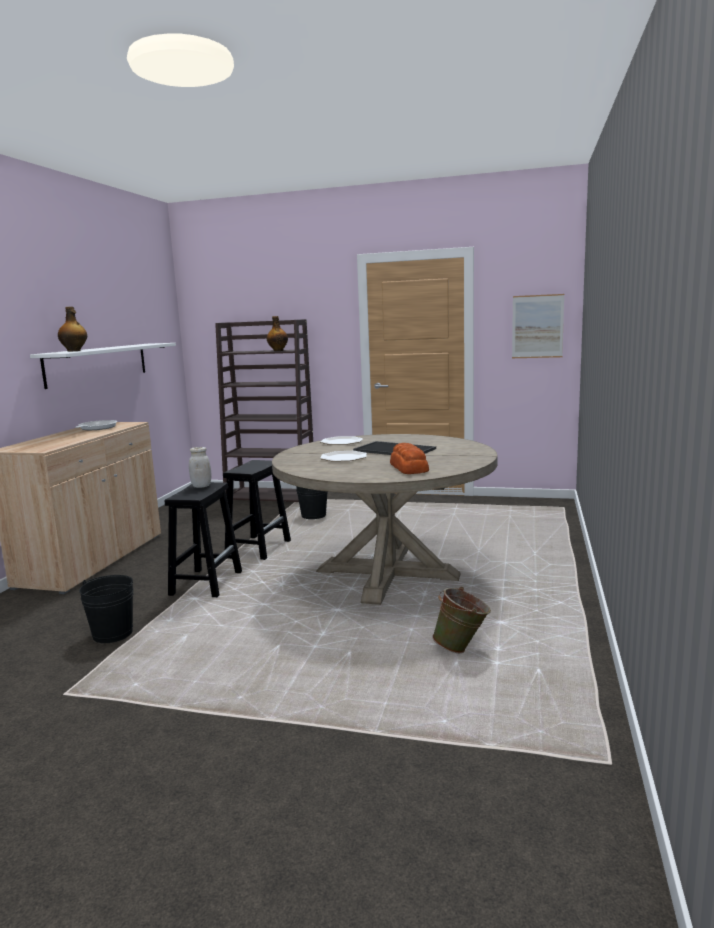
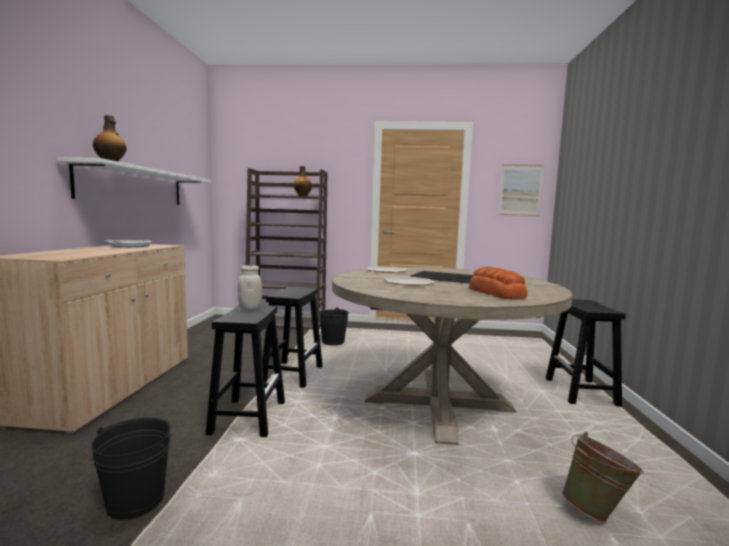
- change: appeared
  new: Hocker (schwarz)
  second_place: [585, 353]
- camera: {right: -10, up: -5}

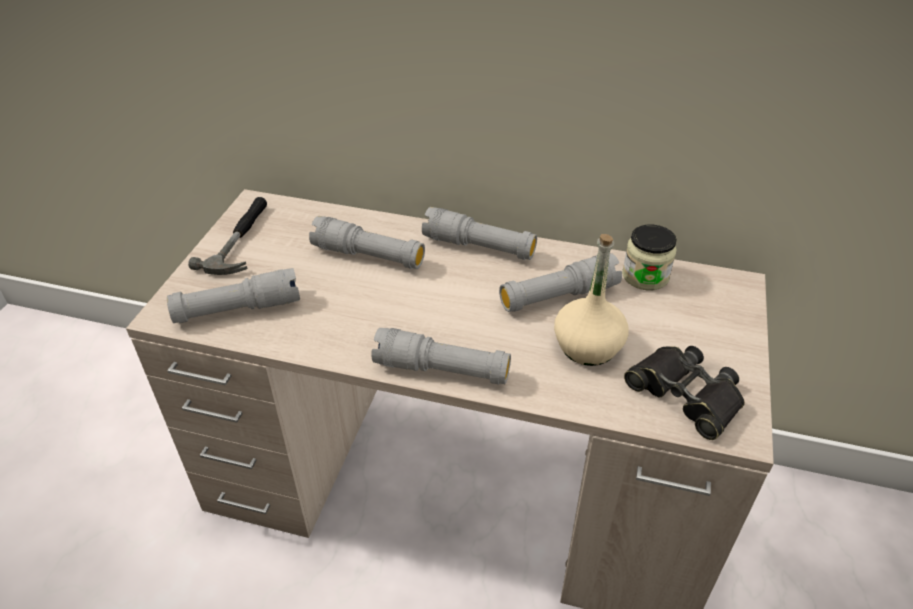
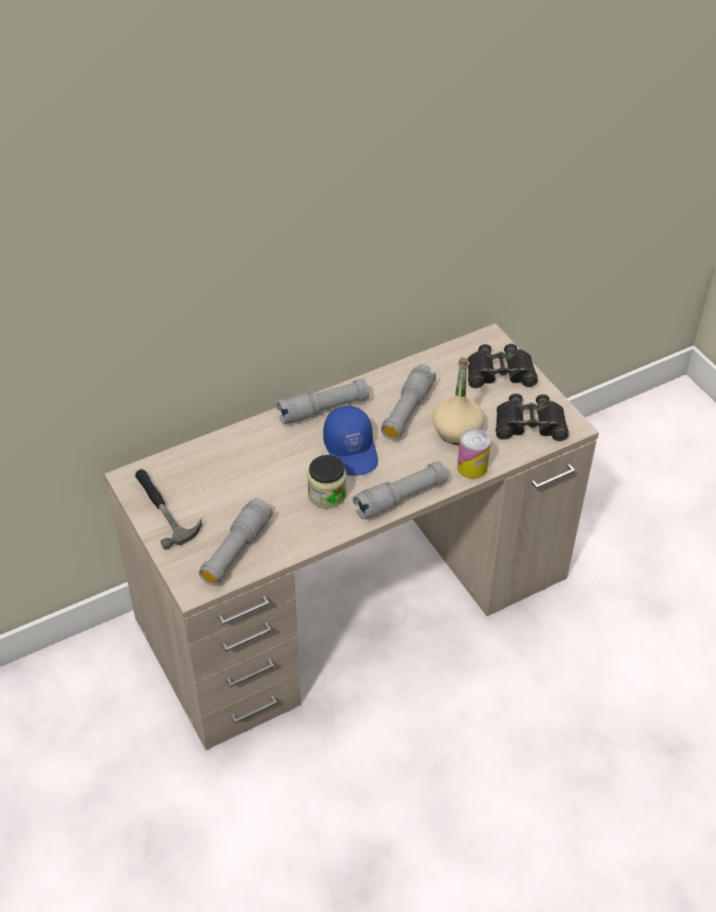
- change: missing
  old: Taschenlampe (grau)
  first_place: [367, 242]
- change: relocated
  old: Vorratsglas
  first_place: [649, 257]
  second_place: [327, 482]
- change: appeared
  new: Fernglas (schwarz)
  second_place: [503, 366]
- change: appeared
  new: Kappe (blau)
  second_place: [350, 441]
- change: appeared
  new: Dose
  second_place: [474, 454]
- camera: {right: -45, up: 5}

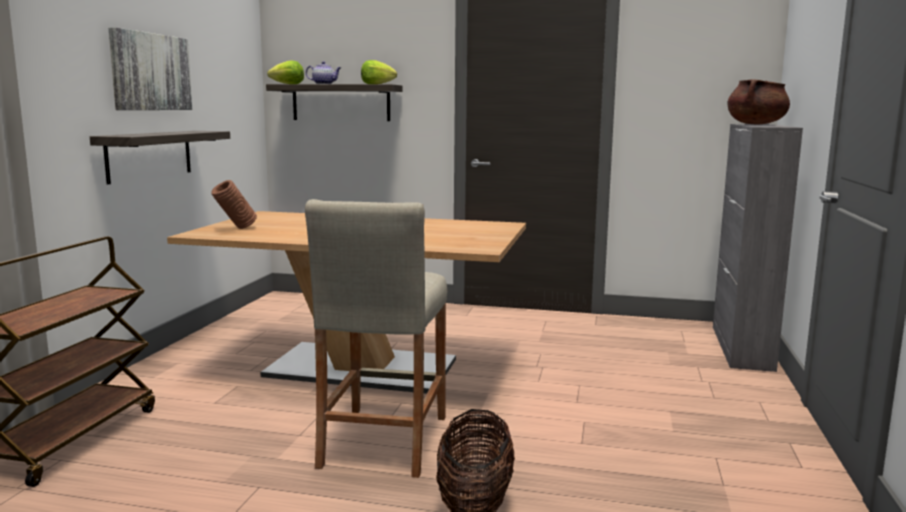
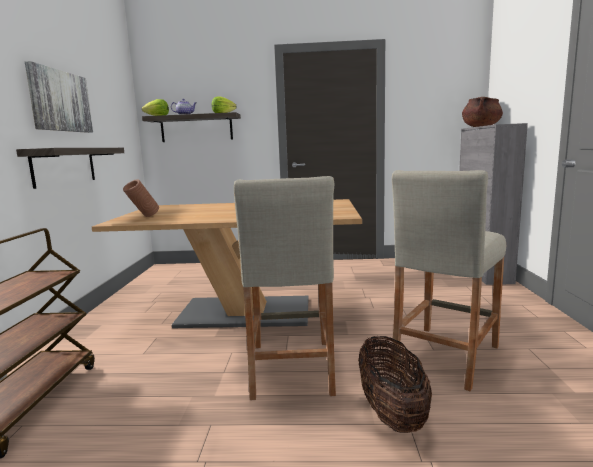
- change: appeared
  new: Hocker (beige)
  second_place: [448, 280]
- camera: {right: -10, up: 0}

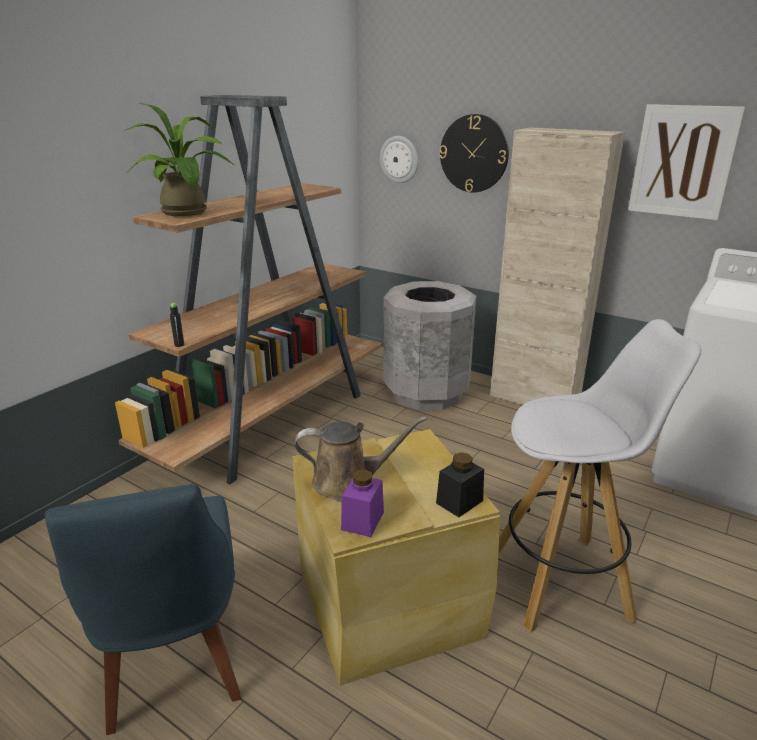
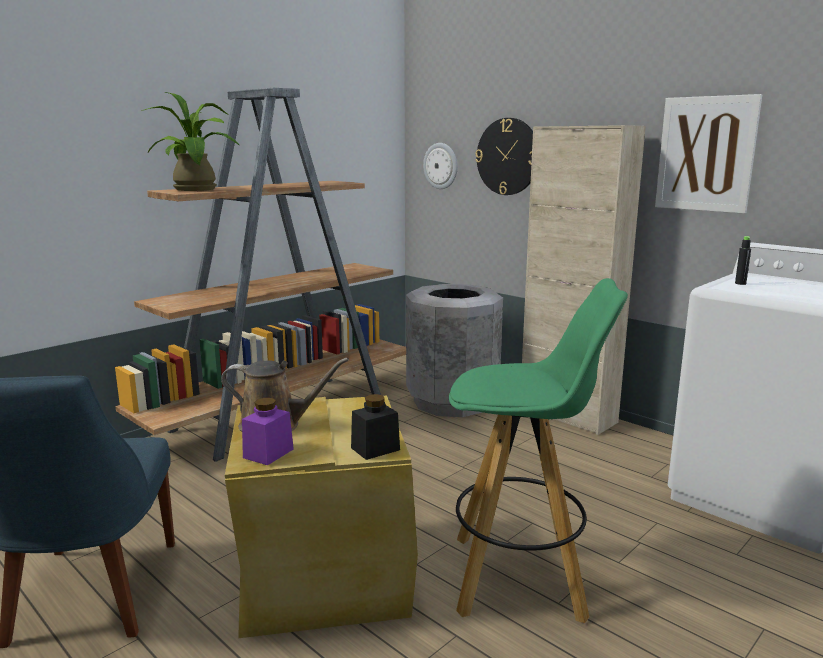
- change: relocated
  old: Flasche (schwarz)
  first_place: [177, 325]
  second_place: [743, 260]
- change: colour
  old: Hocker (weiß)
  new: Hocker (grün)
  first_place: [600, 475]
  second_place: [538, 450]
- camera: {right: 10, up: -10}

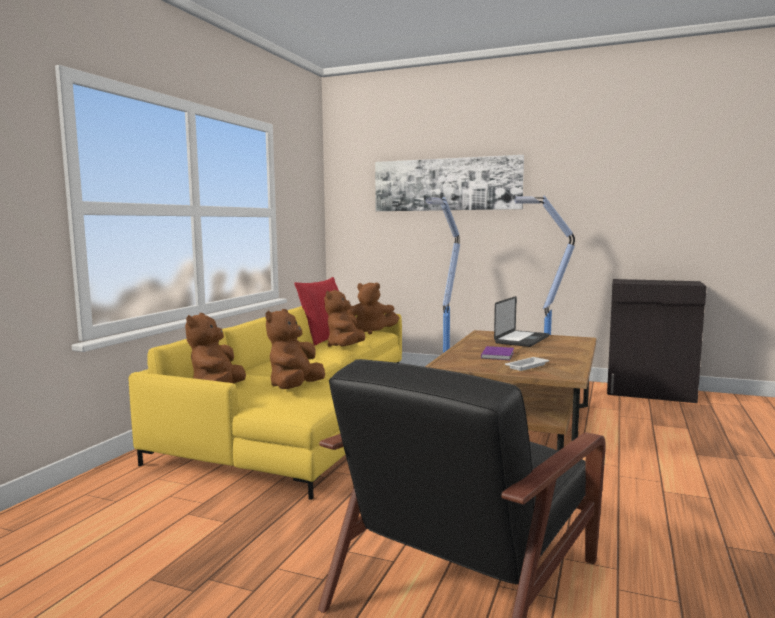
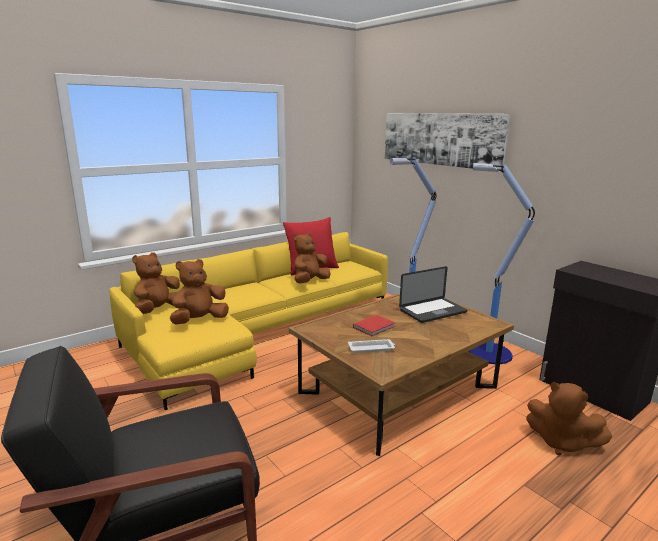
- change: relocated
  old: Plüschtier (braun)
  first_place: [373, 308]
  second_place: [569, 418]
- change: colour
  old: Buch (lila)
  new: Buch (rot)
  first_place: [497, 353]
  second_place: [374, 325]
- camera: {right: 30, up: 10}

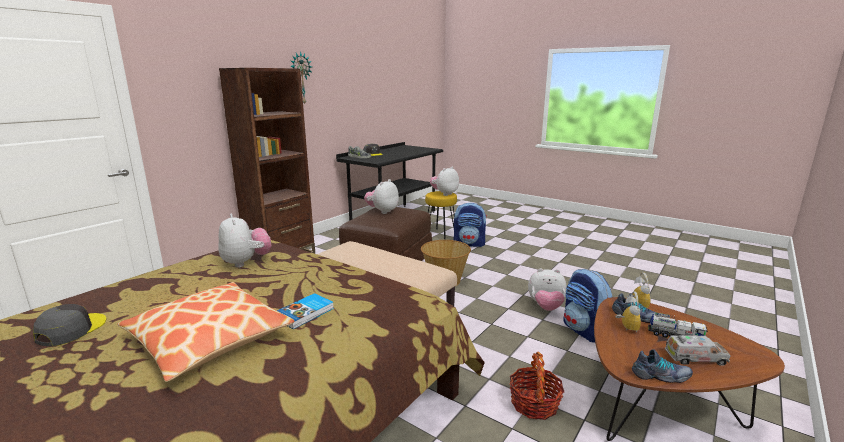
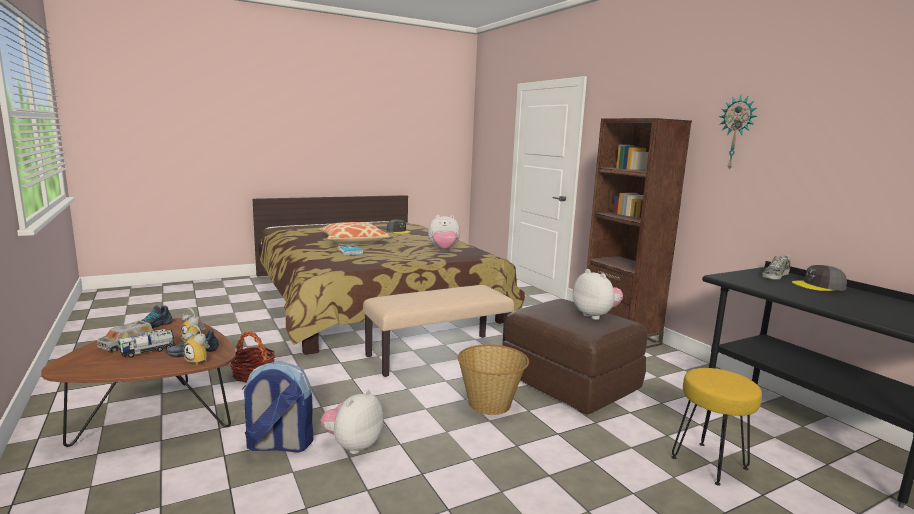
- change: missing
  old: Plüschtier
  first_place: [444, 181]
- change: missing
  old: Rucksack
  first_place: [470, 225]
- camera: {right: 115, up: -5}

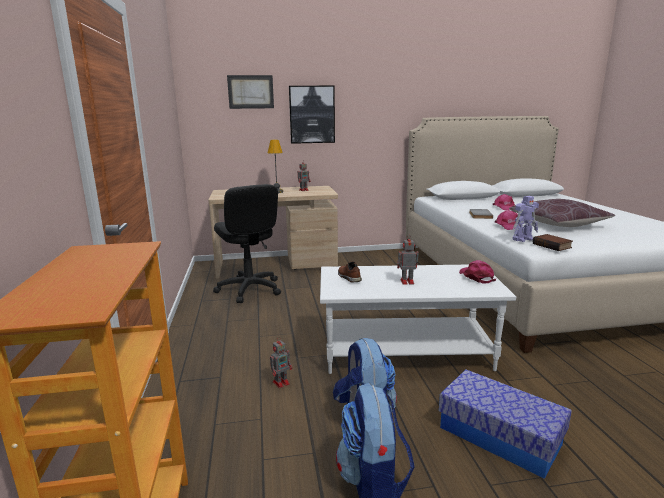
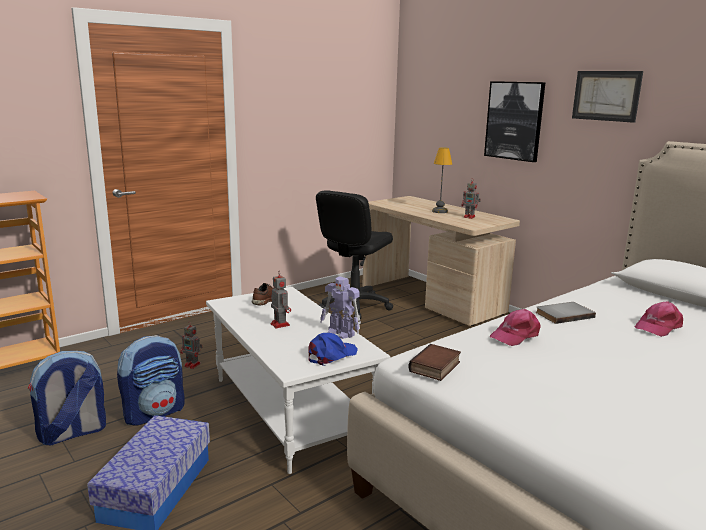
- change: relocated
  old: Bild
  first_place: [250, 92]
  second_place: [607, 97]
- change: relocated
  old: Spielzeugroboter
  first_place: [525, 219]
  second_place: [340, 307]
- change: missing
  old: Kissen (braun)
  first_place: [562, 213]
- change: colour
  old: Kappe (rosa)
  new: Kappe (blau)
  first_place: [477, 271]
  second_place: [333, 349]
- camera: {right: 60, up: 0}

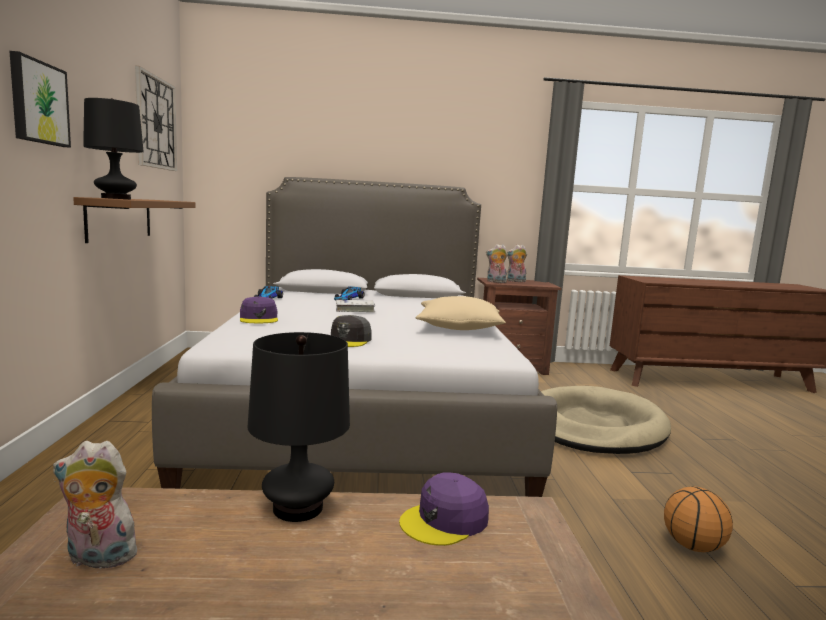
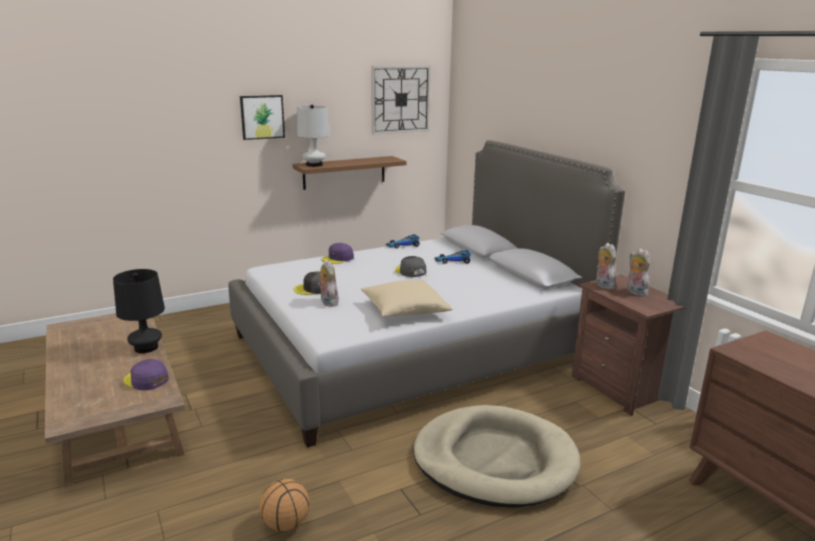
- change: colour
  old: Tischlampe (schwarz)
  new: Tischlampe (weiß)
  first_place: [113, 148]
  second_place: [313, 136]
- change: exchanged
  old: Buch (weiß)
  new: Kappe (grau)
  first_place: [355, 306]
  second_place: [410, 266]
- change: relocated
  old: Plüschtier
  first_place: [99, 505]
  second_place: [328, 283]
- camera: {right: 65, up: 10}

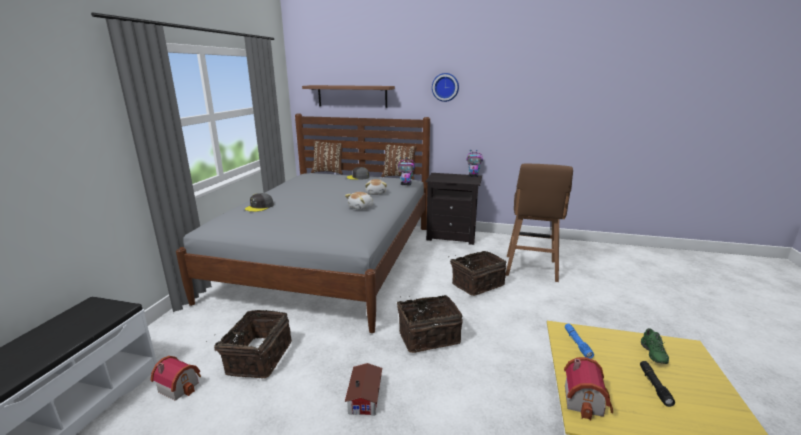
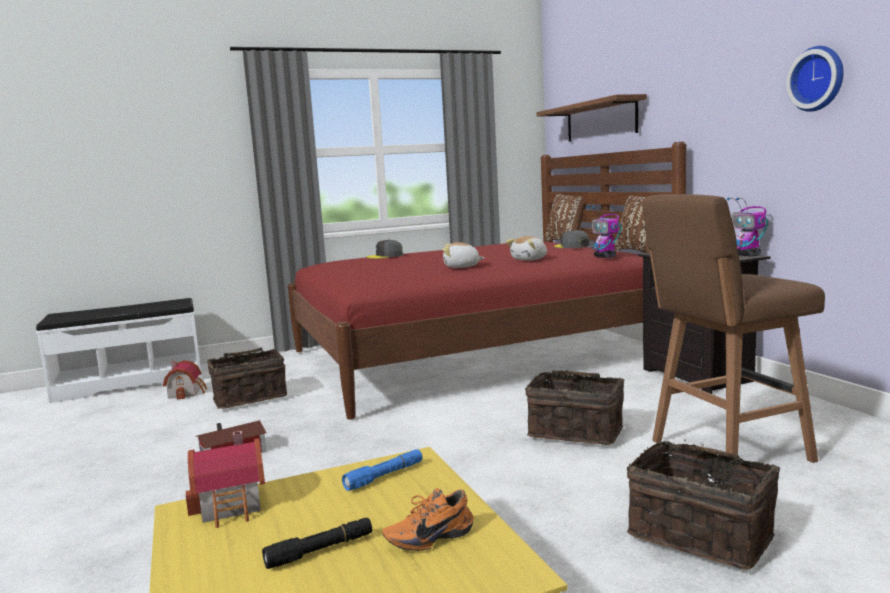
- change: relocated
  old: Wanduhr
  first_place: [445, 87]
  second_place: [814, 79]
- change: colour
  old: Bett (grau)
  new: Bett (rot)
  first_place: [303, 223]
  second_place: [487, 280]
- change: relocated
  old: Korb
  first_place: [430, 324]
  second_place: [703, 505]
- change: colour
  old: Schuh (grün)
  new: Schuh (orange)
  first_place: [655, 346]
  second_place: [428, 519]
- camera: {right: 55, up: -10}

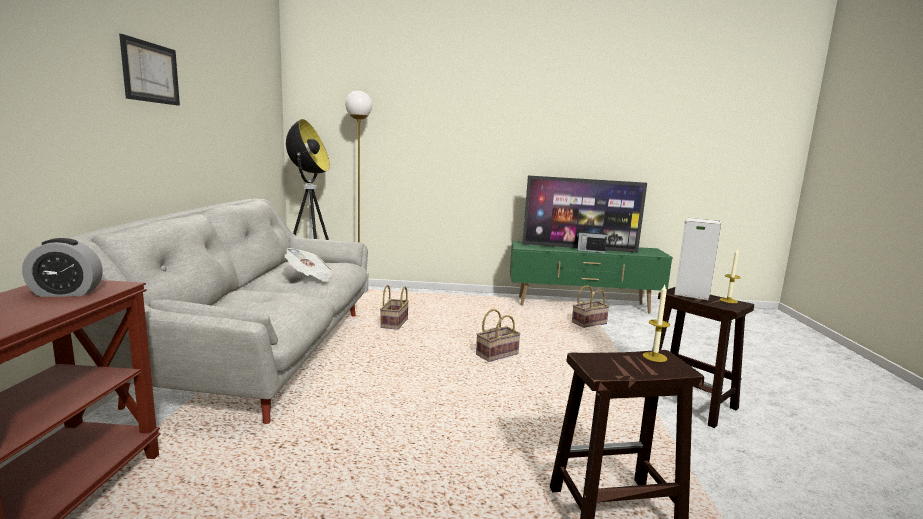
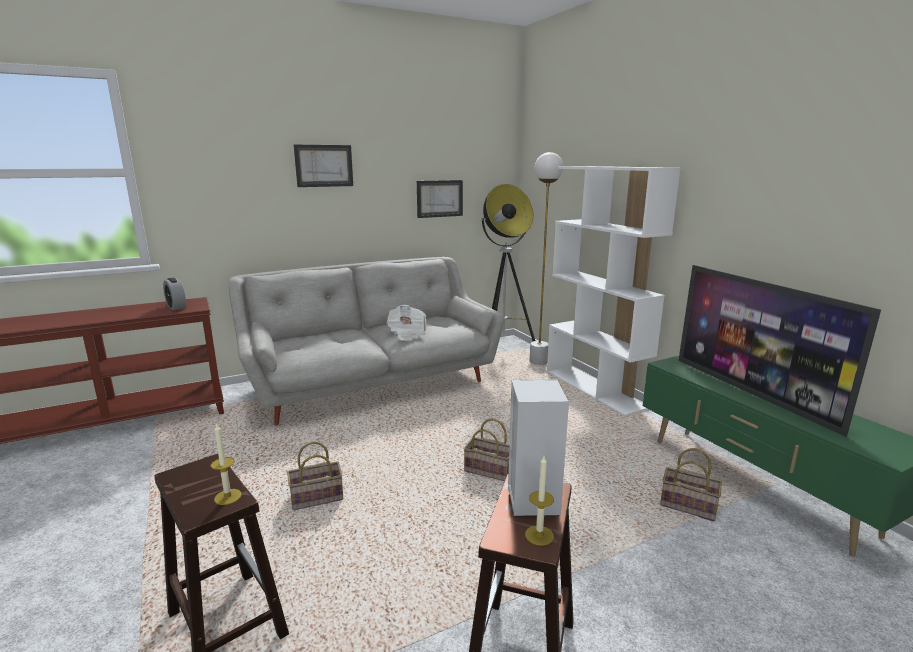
- change: missing
  old: Radio
  first_place: [592, 241]
- change: relocated
  old: Korb
  first_place: [394, 307]
  second_place: [315, 475]
- change: appeared
  new: Bücherregal (weiß)
  second_place: [614, 291]
- change: appeared
  new: Bild
  second_place: [440, 199]
- camera: {right: 60, up: 5}

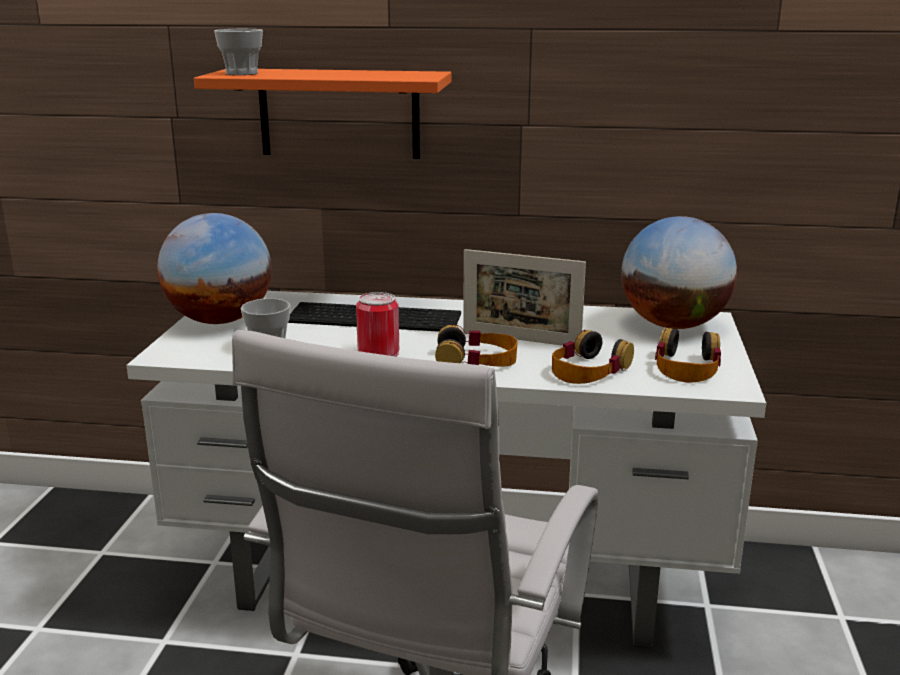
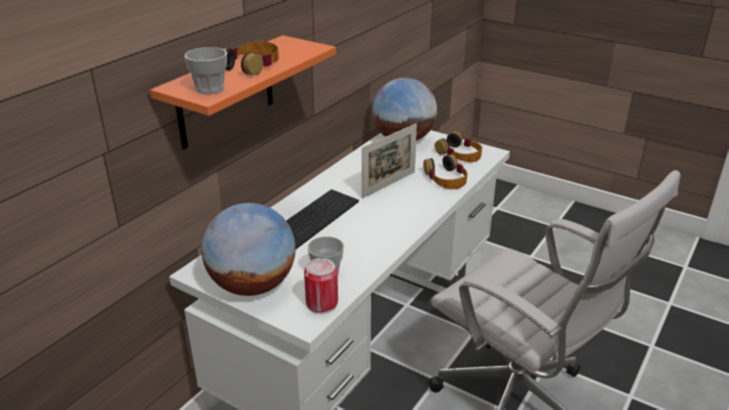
- change: relocated
  old: Dose
  first_place: [377, 324]
  second_place: [321, 286]
- change: relocated
  old: Kopfhörer
  first_place: [476, 345]
  second_place: [250, 58]
- camera: {right: -65, up: 10}

